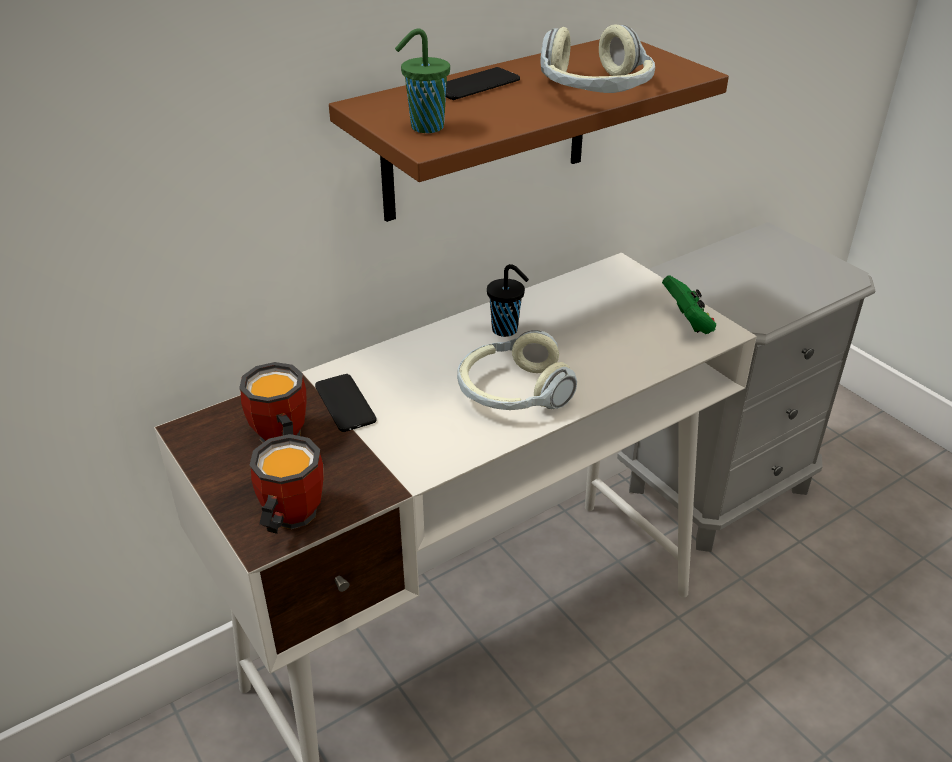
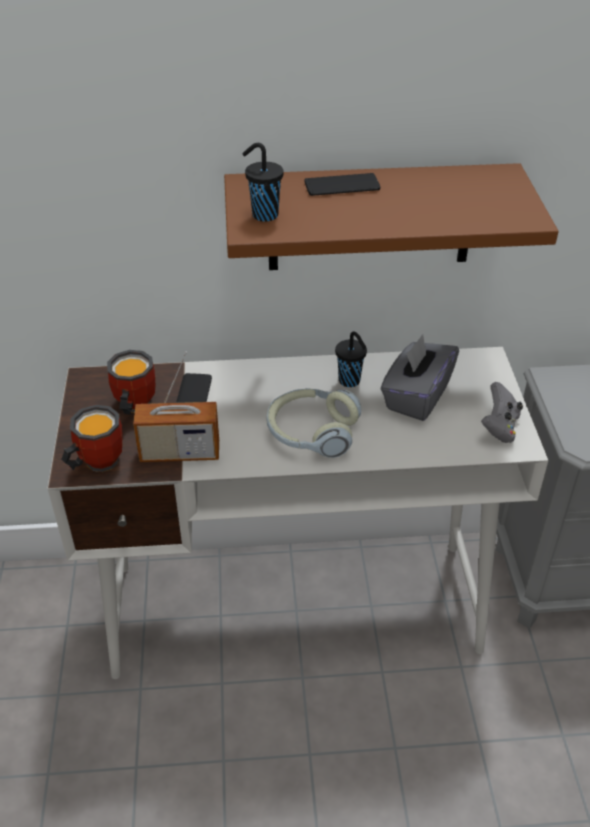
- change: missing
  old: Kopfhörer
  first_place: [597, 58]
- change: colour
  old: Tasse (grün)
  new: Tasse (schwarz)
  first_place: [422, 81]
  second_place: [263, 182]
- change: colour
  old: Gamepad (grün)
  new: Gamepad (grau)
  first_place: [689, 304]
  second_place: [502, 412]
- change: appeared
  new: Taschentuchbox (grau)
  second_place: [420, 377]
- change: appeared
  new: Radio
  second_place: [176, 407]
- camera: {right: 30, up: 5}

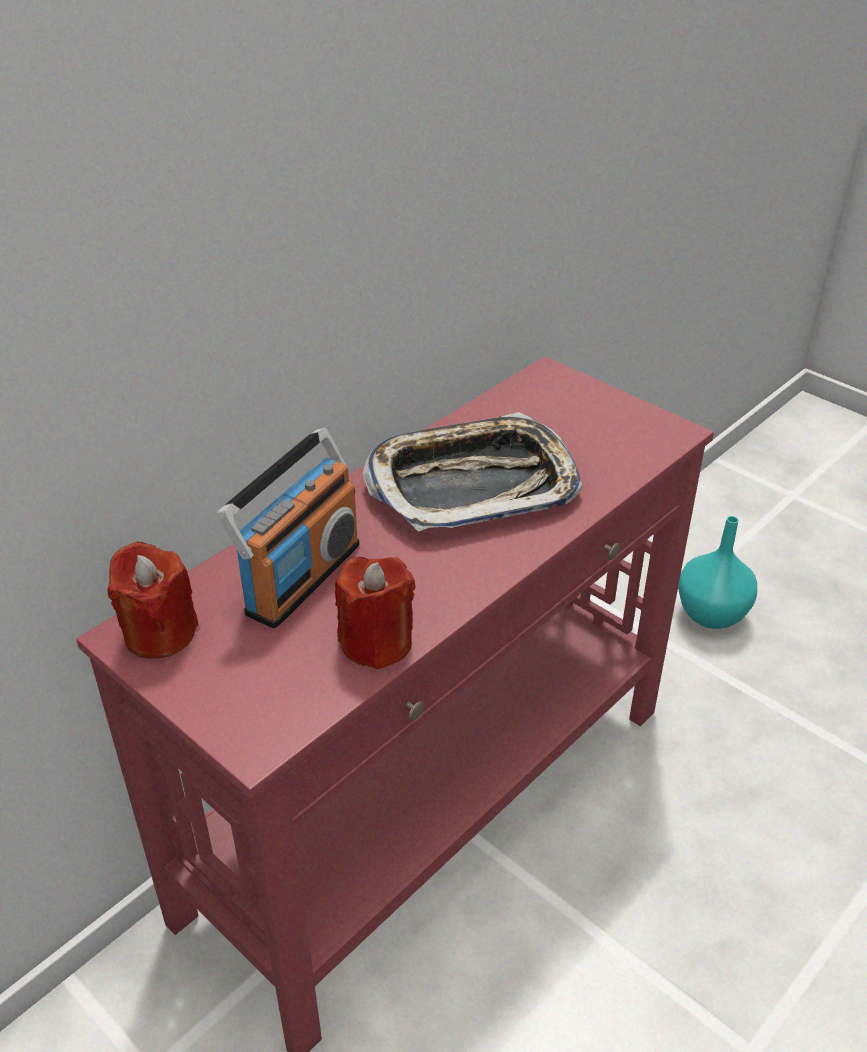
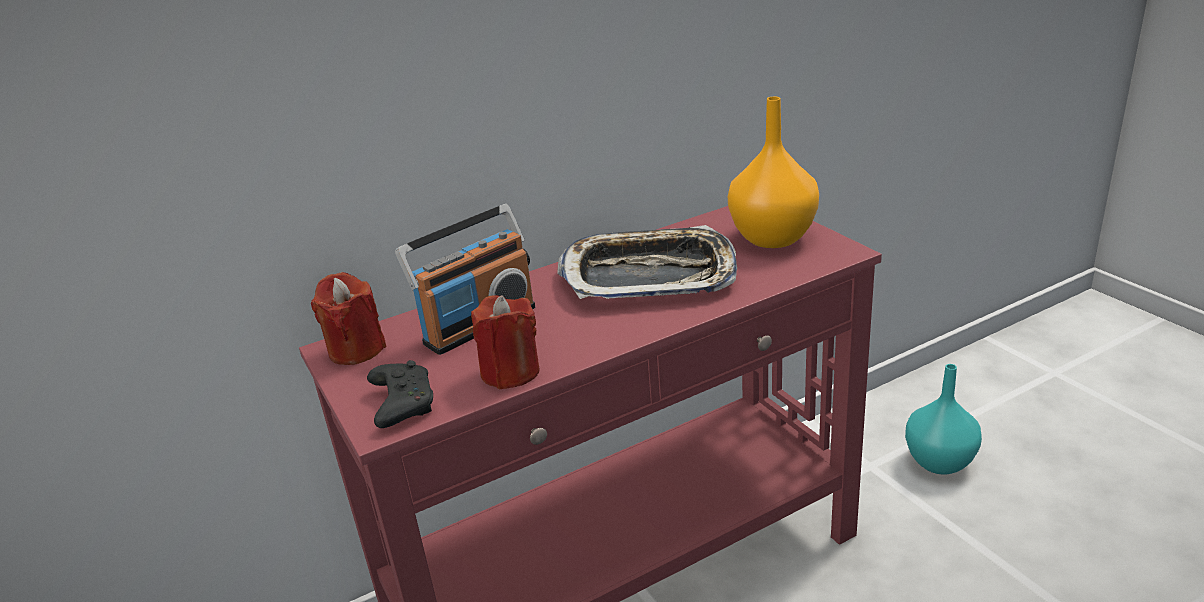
- change: appeared
  new: Vase (orange)
  second_place: [773, 172]
- change: appeared
  new: Gamepad (schwarz)
  second_place: [400, 394]
- camera: {right: 20, up: -10}

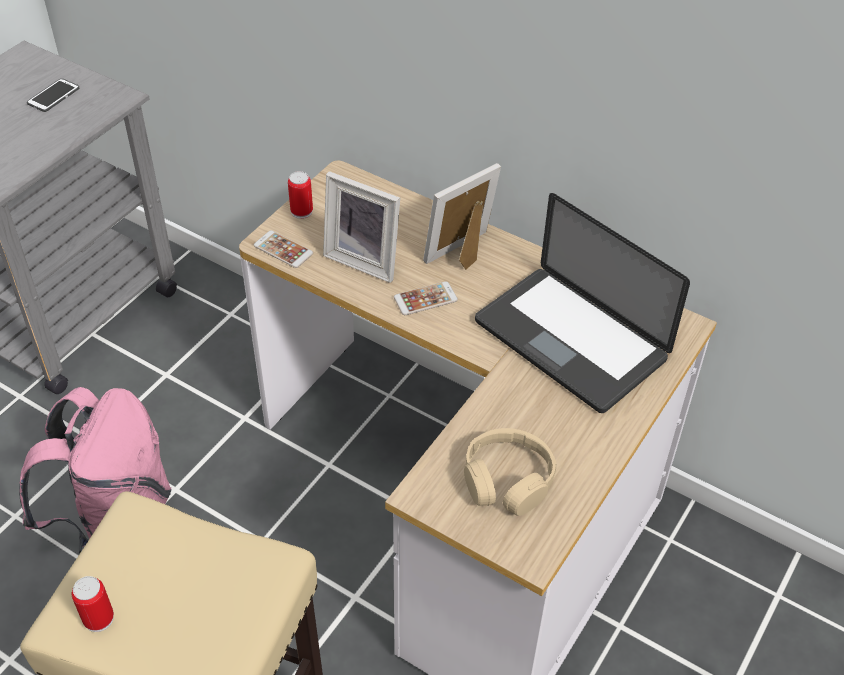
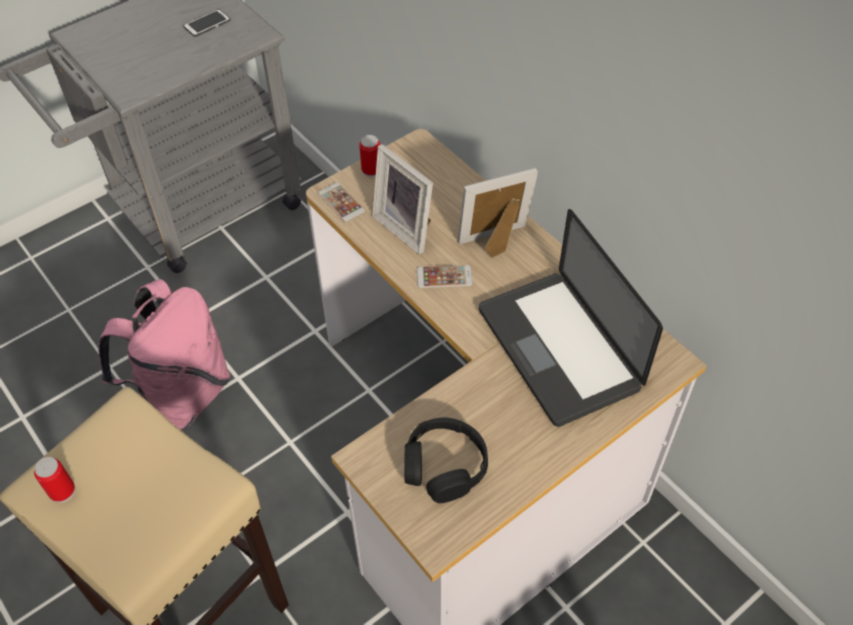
- change: colour
  old: Kopfhörer (beige)
  new: Kopfhörer (schwarz)
  first_place: [510, 472]
  second_place: [446, 460]
- camera: {right: 20, up: 5}

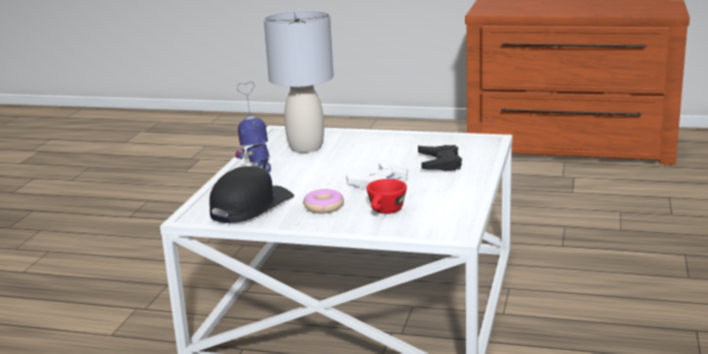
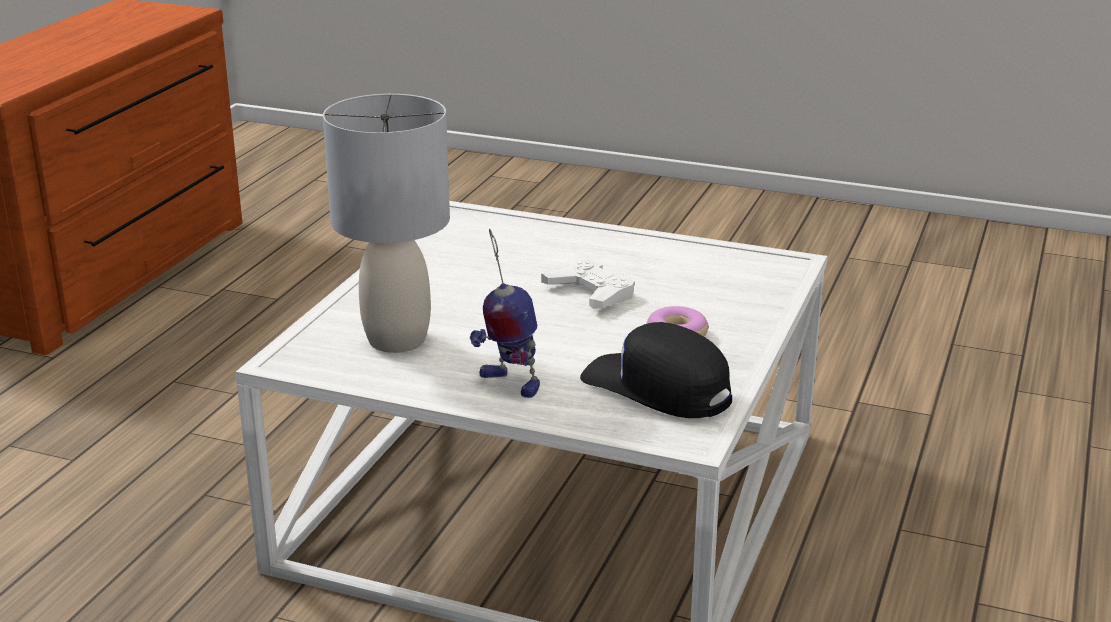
- change: missing
  old: Gamepad (schwarz)
  first_place: [440, 158]
- change: missing
  old: Tasse (rot)
  first_place: [386, 196]
- camera: {right: -85, up: 5}

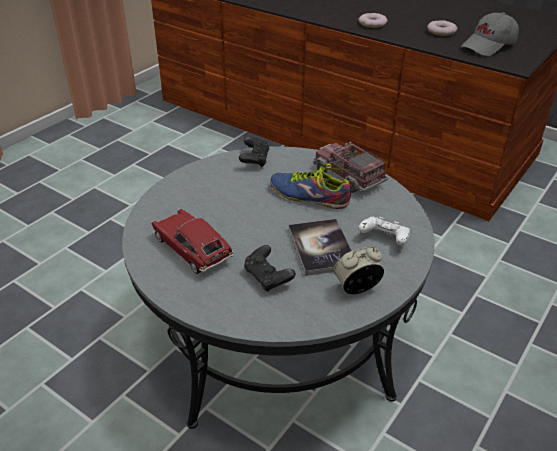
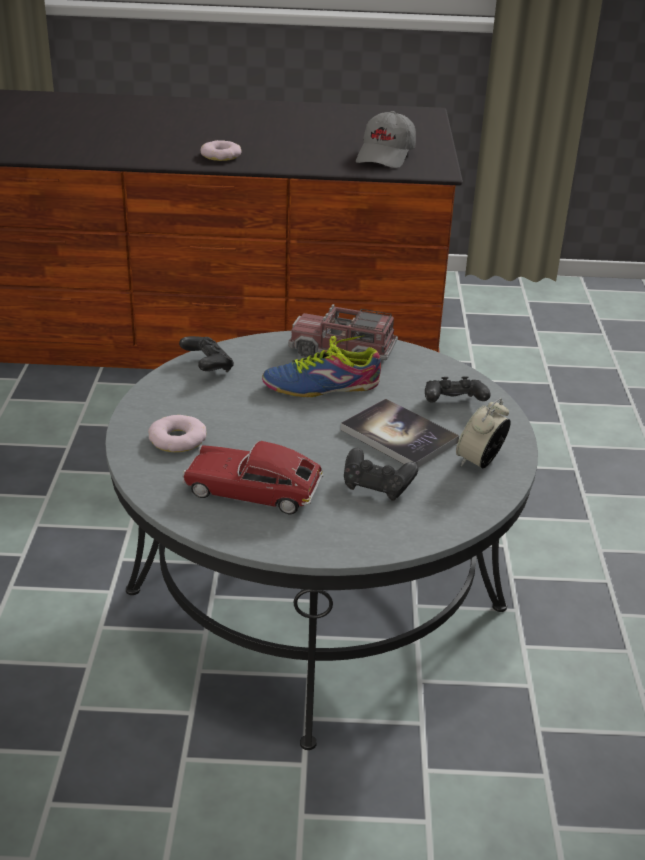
- change: relocated
  old: Donut
  first_place: [442, 28]
  second_place: [177, 433]
- change: colour
  old: Gamepad (weiß)
  new: Gamepad (schwarz)
  first_place: [384, 230]
  second_place: [458, 389]
- camera: {right: -35, up: -5}

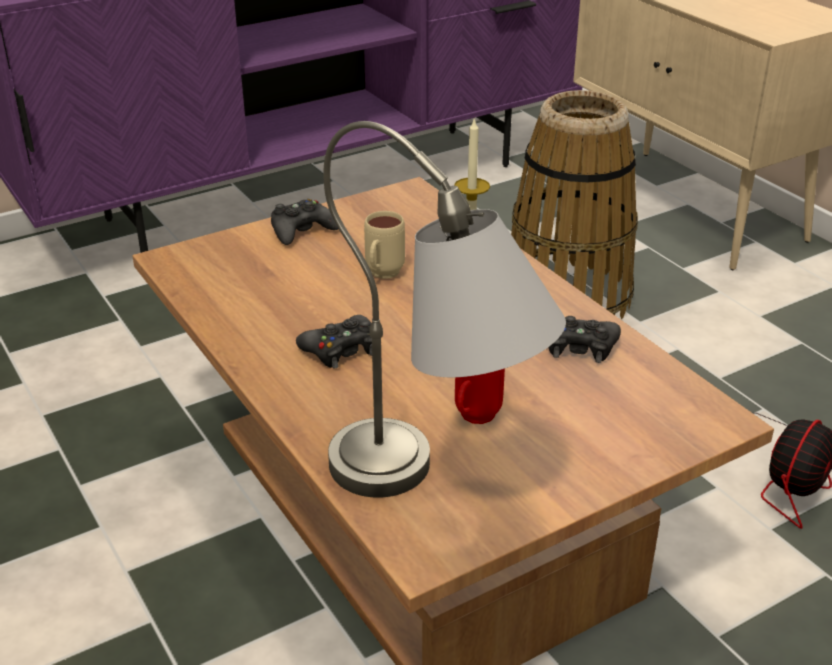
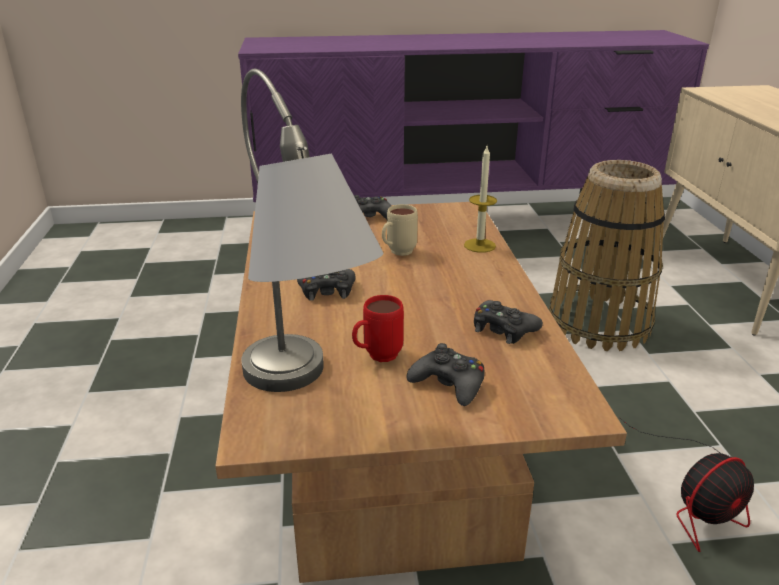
- change: appeared
  new: Gamepad (schwarz)
  second_place: [446, 374]
- camera: {right: 25, up: -5}

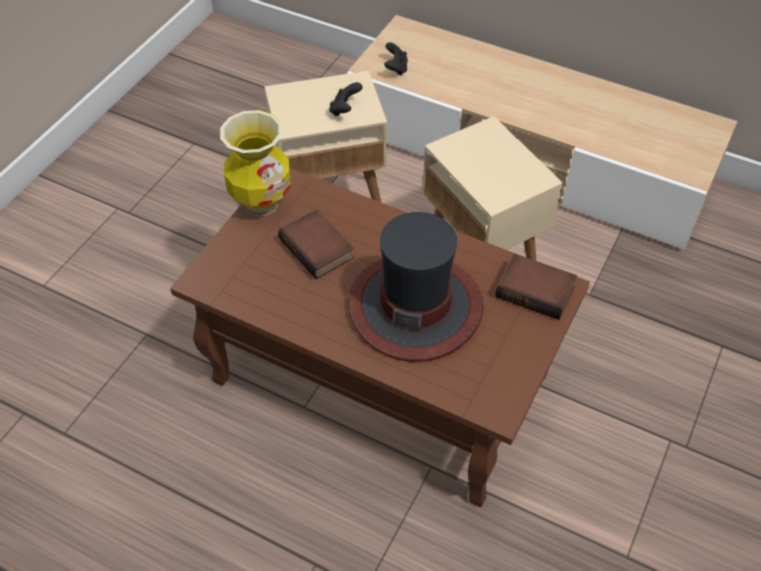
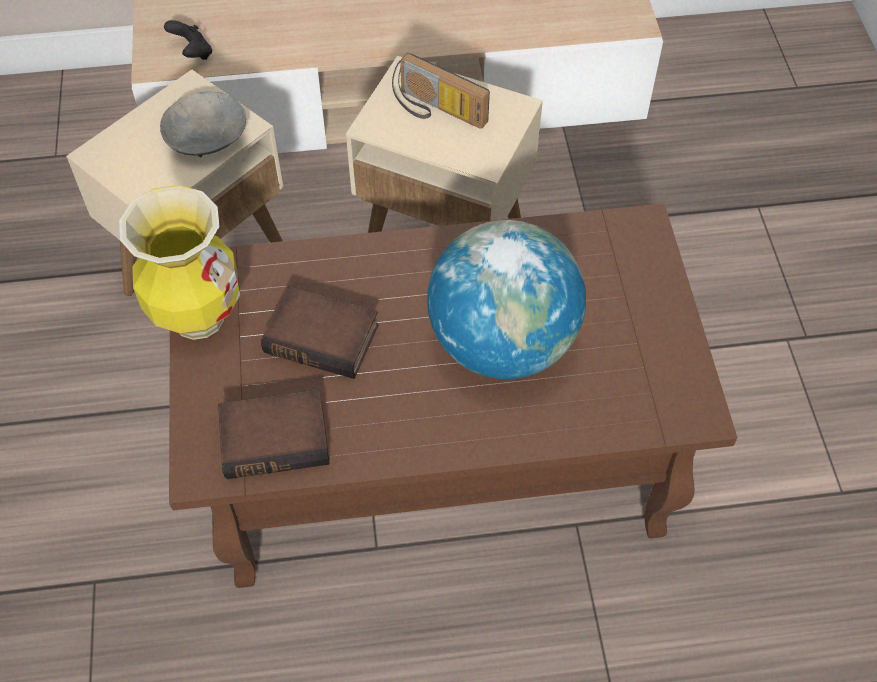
- change: exchanged
  old: Gamepad (schwarz)
  new: Schüssel (grau)
  first_place: [346, 99]
  second_place: [203, 124]
- change: exchanged
  old: Hut
  new: Globus
  first_place: [415, 287]
  second_place: [506, 299]
- change: relocated
  old: Buch
  first_place: [536, 287]
  second_place: [274, 434]
- change: appeared
  new: Radio
  second_place: [441, 91]
- camera: {right: -35, up: 5}

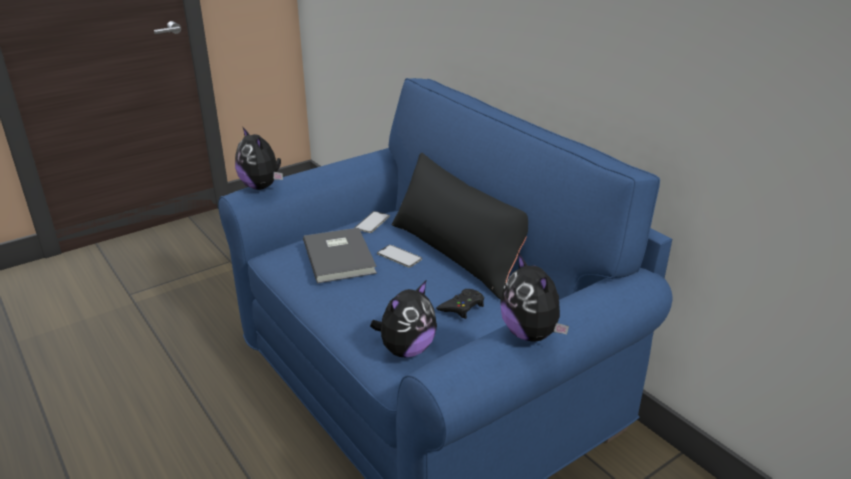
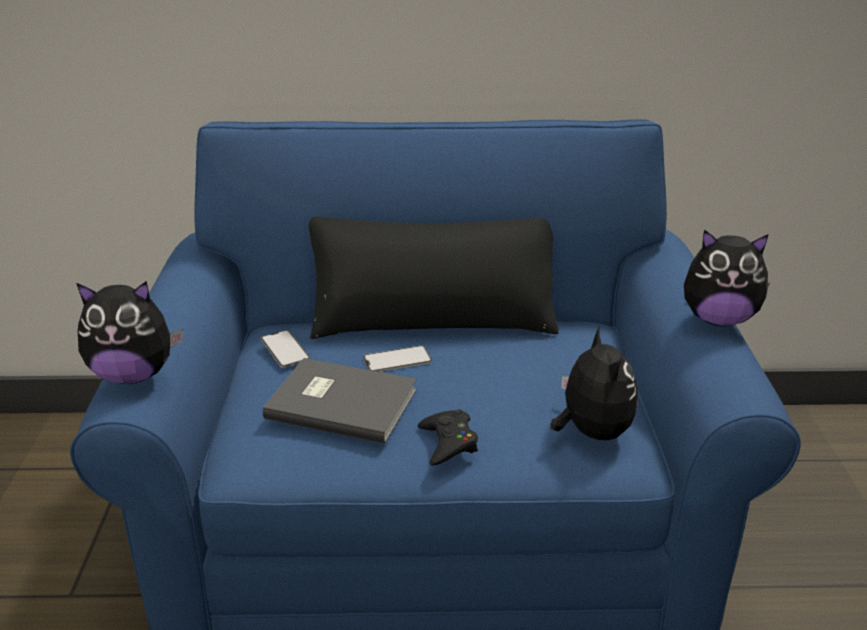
- change: relocated
  old: Gamepad (schwarz)
  first_place: [460, 304]
  second_place: [448, 437]
- camera: {right: -55, up: 0}

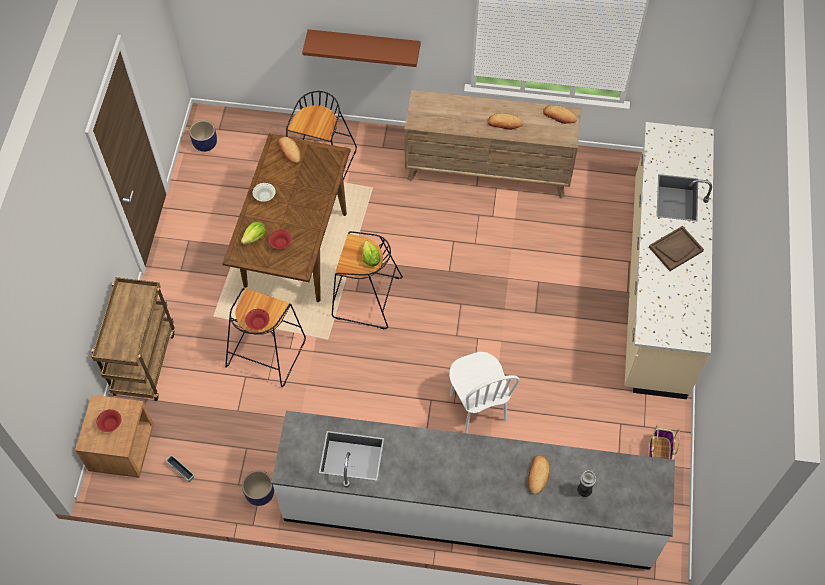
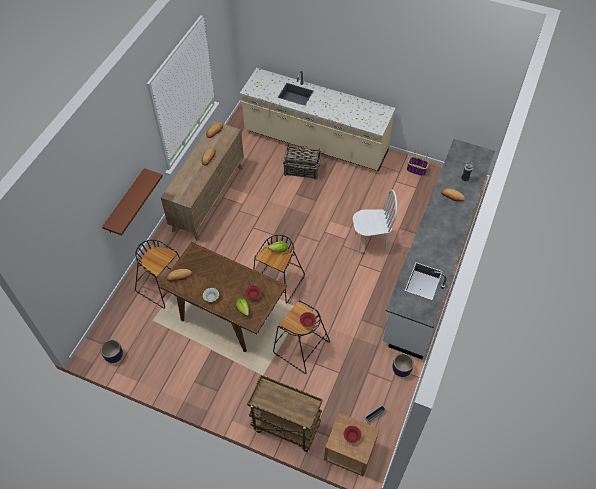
- change: missing
  old: Tablett (braun)
  first_place: [676, 248]
- change: appeared
  new: Korb
  second_place: [302, 162]
- camera: {right: -75, up: -5}

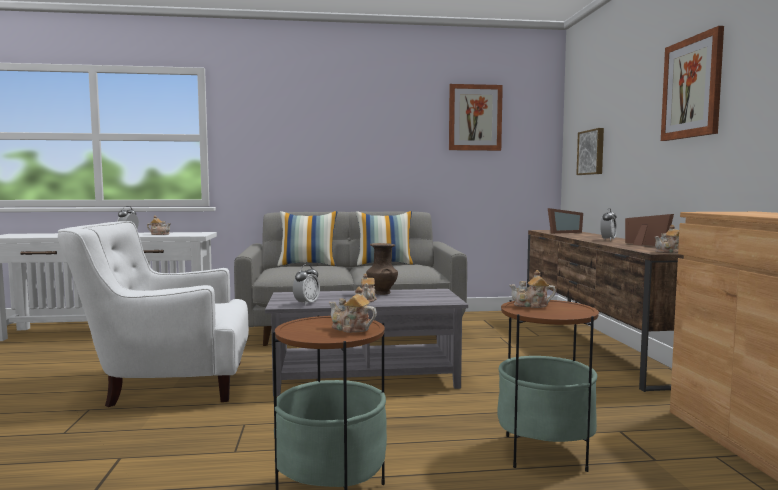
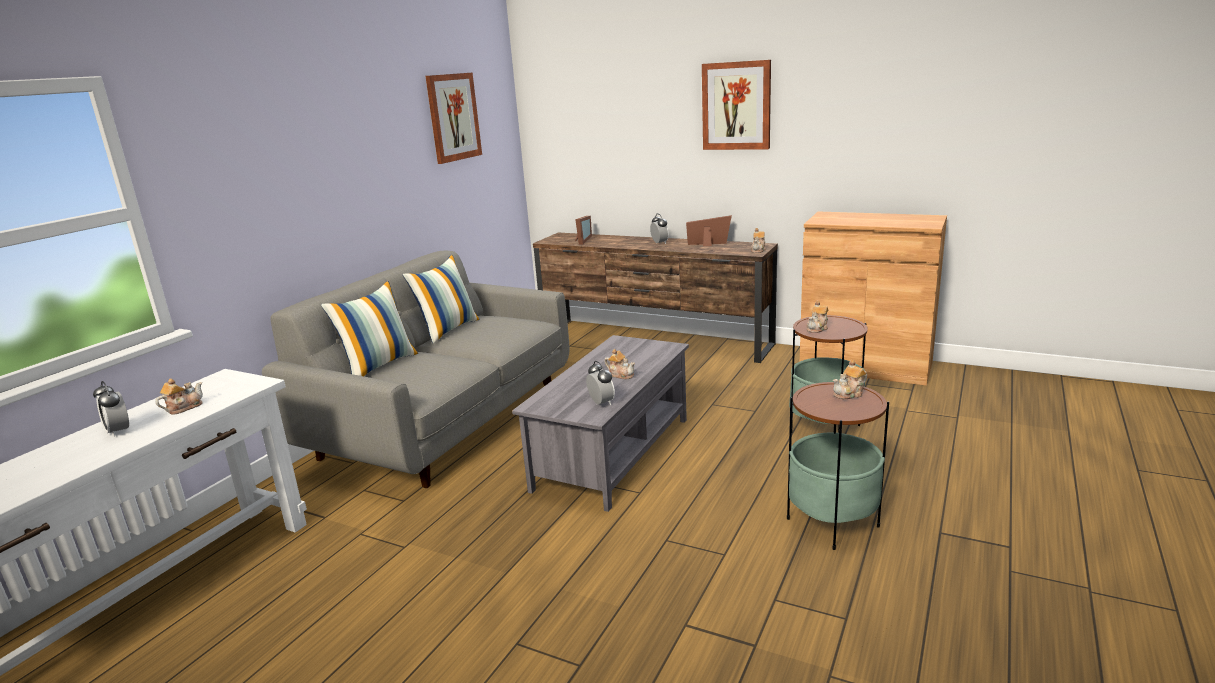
- change: missing
  old: Bild
  first_place: [590, 151]
- change: missing
  old: Sessel (weiß)
  first_place: [153, 314]
- change: missing
  old: Vase (braun)
  first_place: [382, 269]
- camera: {right: -55, up: 15}

